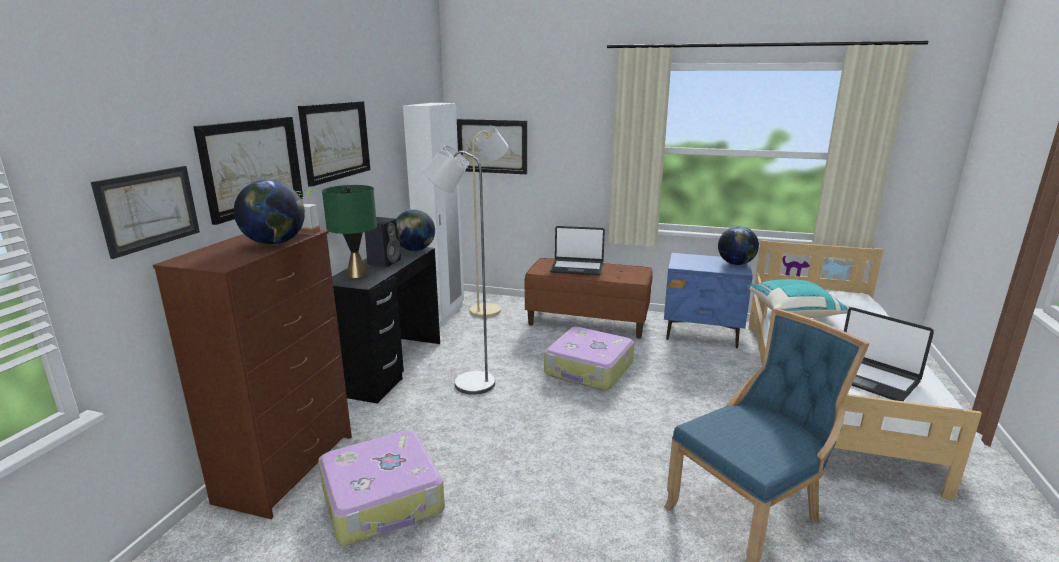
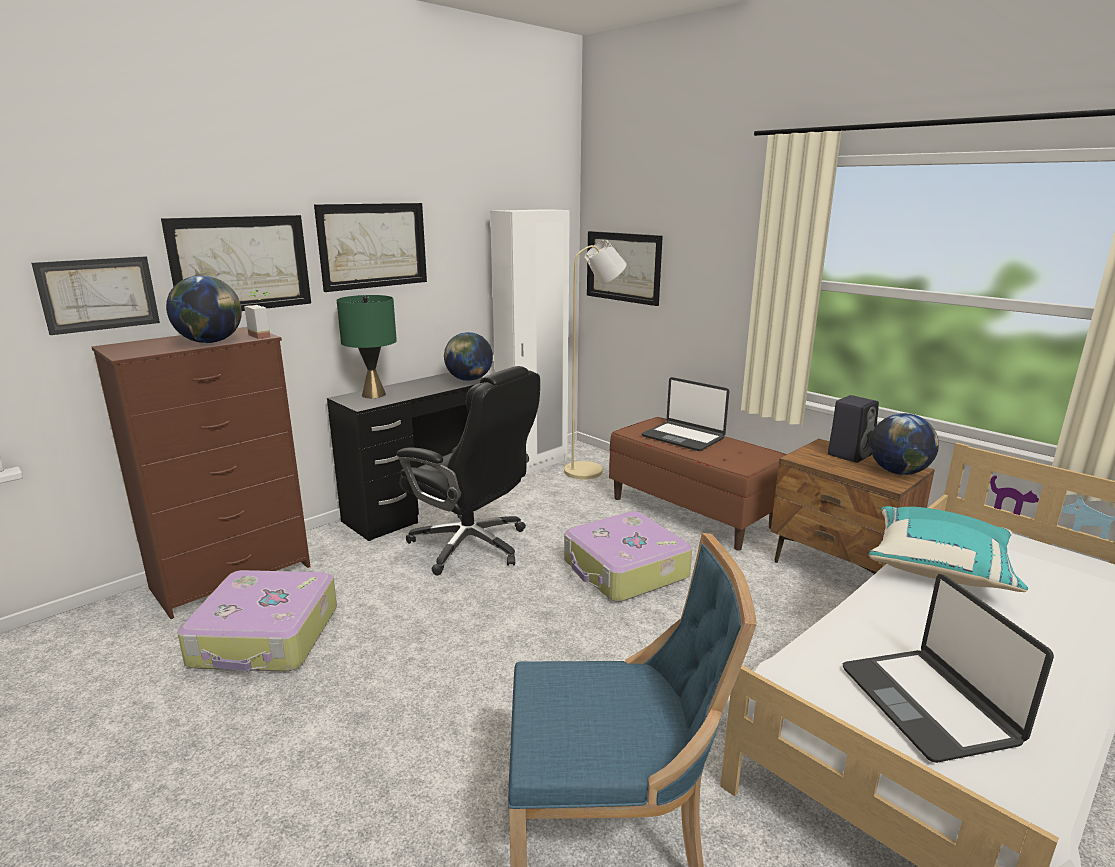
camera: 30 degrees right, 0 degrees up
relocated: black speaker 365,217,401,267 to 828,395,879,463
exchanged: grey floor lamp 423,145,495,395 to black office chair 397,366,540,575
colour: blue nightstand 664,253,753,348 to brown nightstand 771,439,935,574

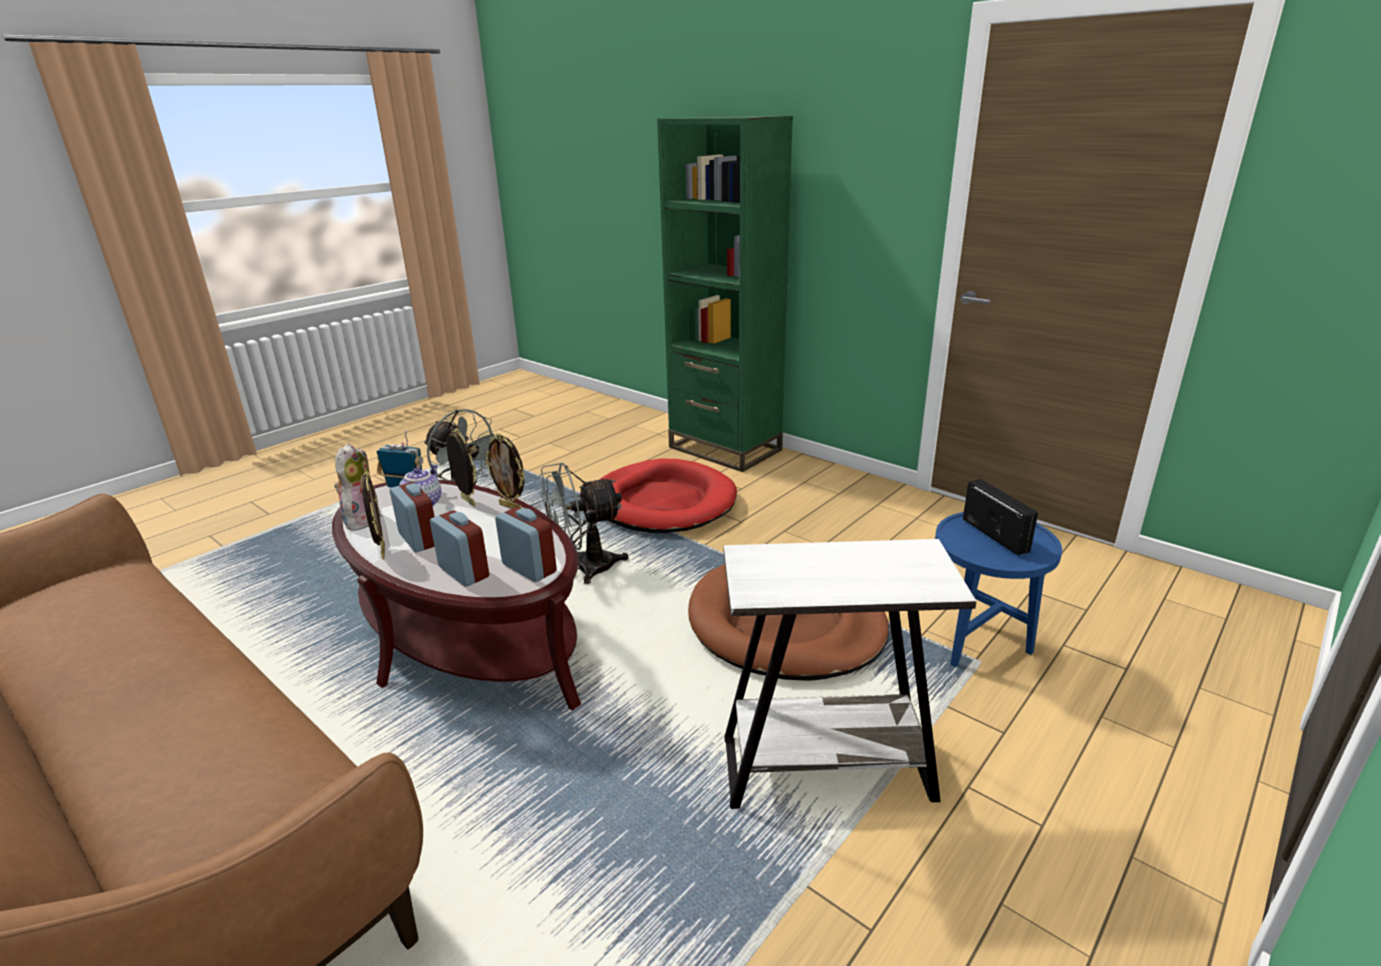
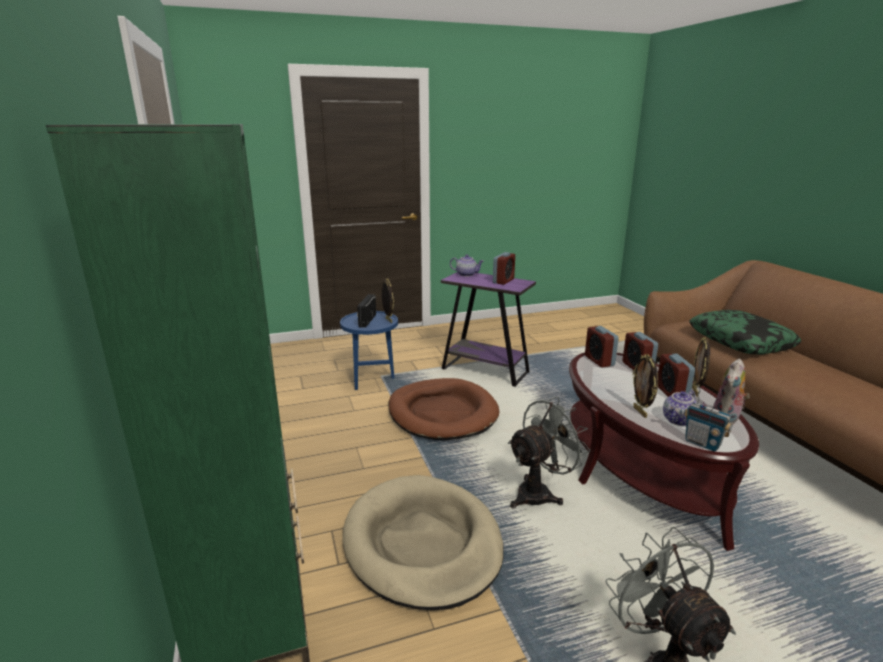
camera: 150 degrees left, 5 degrees down
appeared: alarm clock 493,252,515,285; teapot 450,254,484,277; pillow 689,310,801,355
relocated: picture frame 485,433,525,509 to 382,278,394,323
colour: red dog bed 599,459,737,533 to beige dog bed 342,475,504,610; white side table 724,539,977,809 to purple side table 441,272,536,387
spun: grey fan 539,463,628,584 = 508,397,590,509 45 degrees counterclockwise

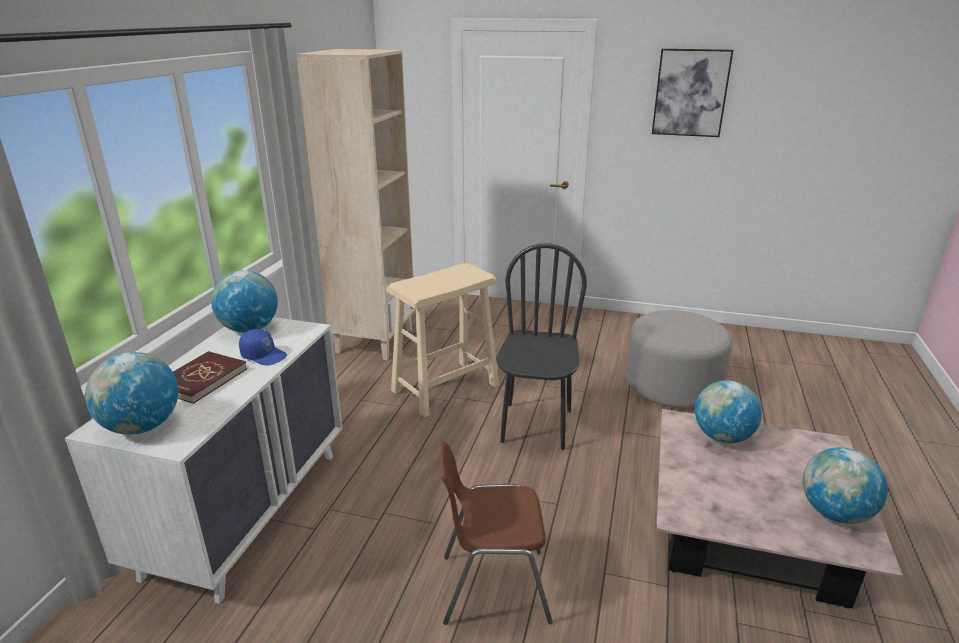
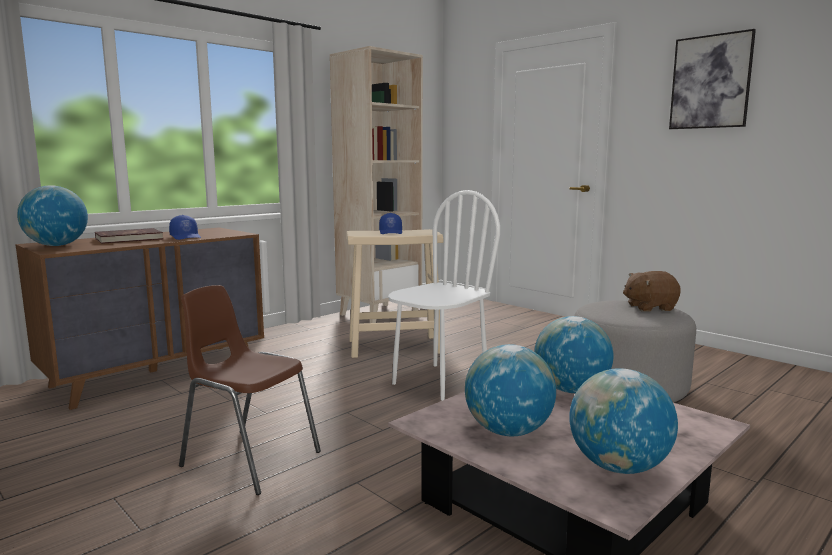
camera: 30 degrees right, 15 degrees down
appeared: blue cap 379,213,402,234; brown plush toy 623,271,681,312
relocated: globe 211,270,278,333 to 465,344,556,436
colour: black chair 497,243,587,450 to white chair 388,190,500,401; white dresser 65,317,343,604 to brown dresser 15,227,264,410

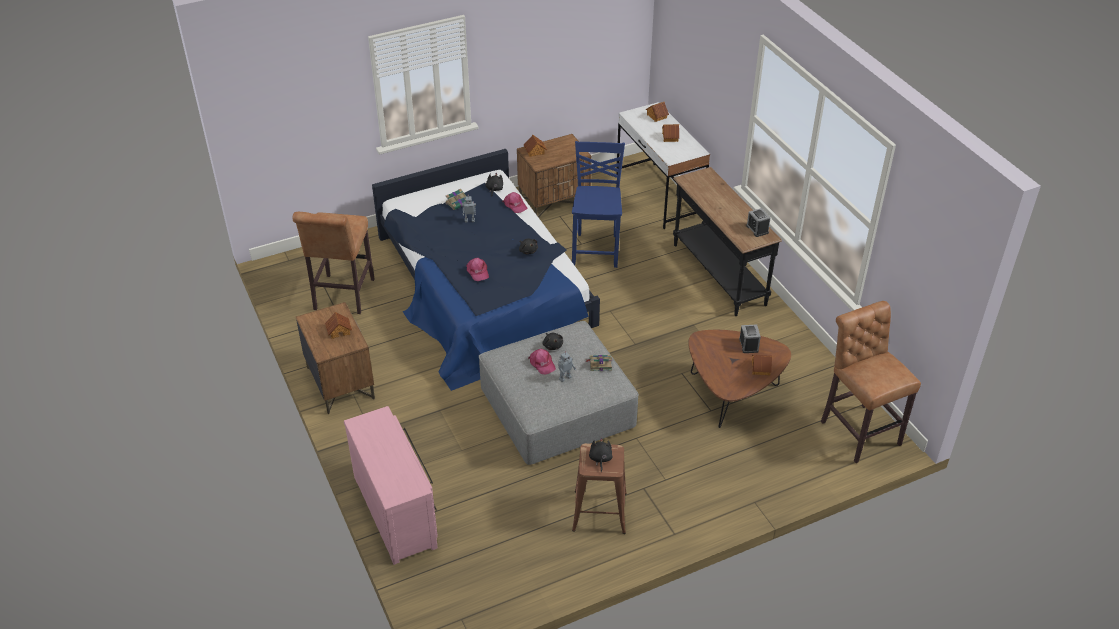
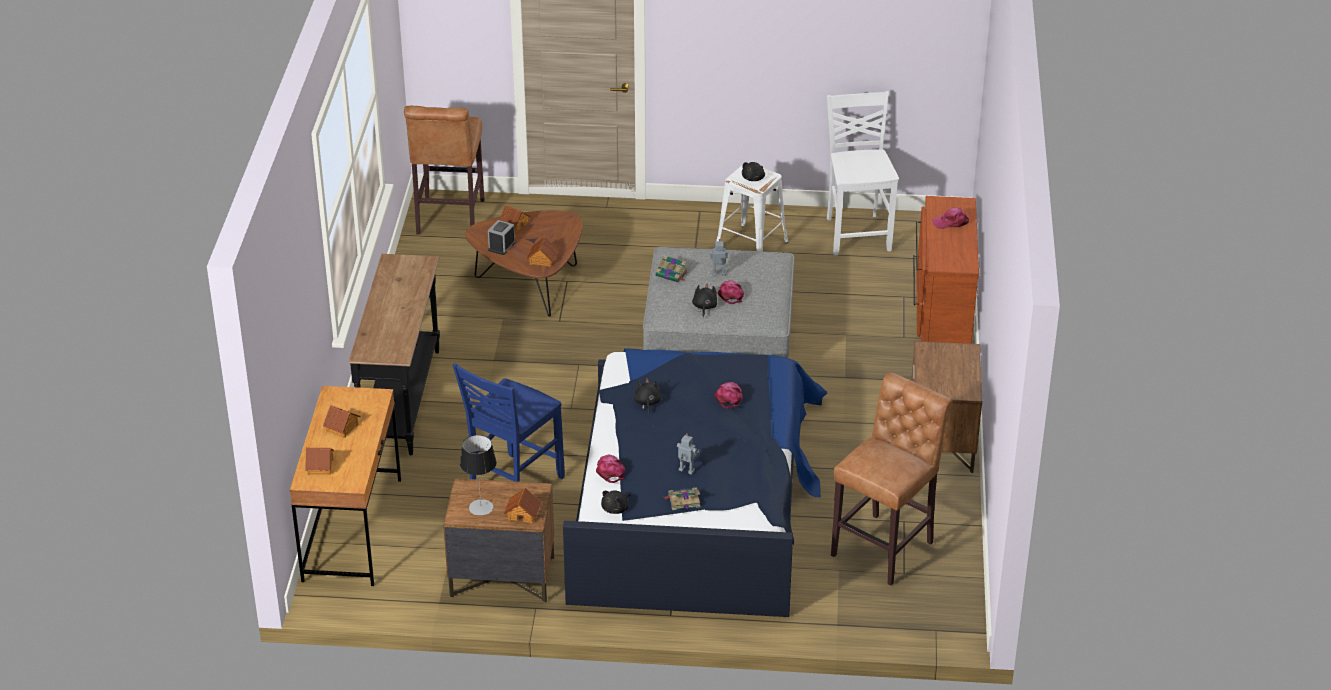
camera: 150 degrees left, 5 degrees down
missing: alarm clock 746,208,771,237
appeared: white chair 827,91,899,256; pink cap 932,207,969,229; table lamp 460,435,497,516
relocated: toy house 325,312,352,339 to 527,237,558,267
colour: white desk 616,102,710,229 to brown desk 290,386,401,586; pink dresser 344,406,438,565 to brown dresser 913,196,979,344; brown stool 572,443,627,534 to white stool 716,165,788,251

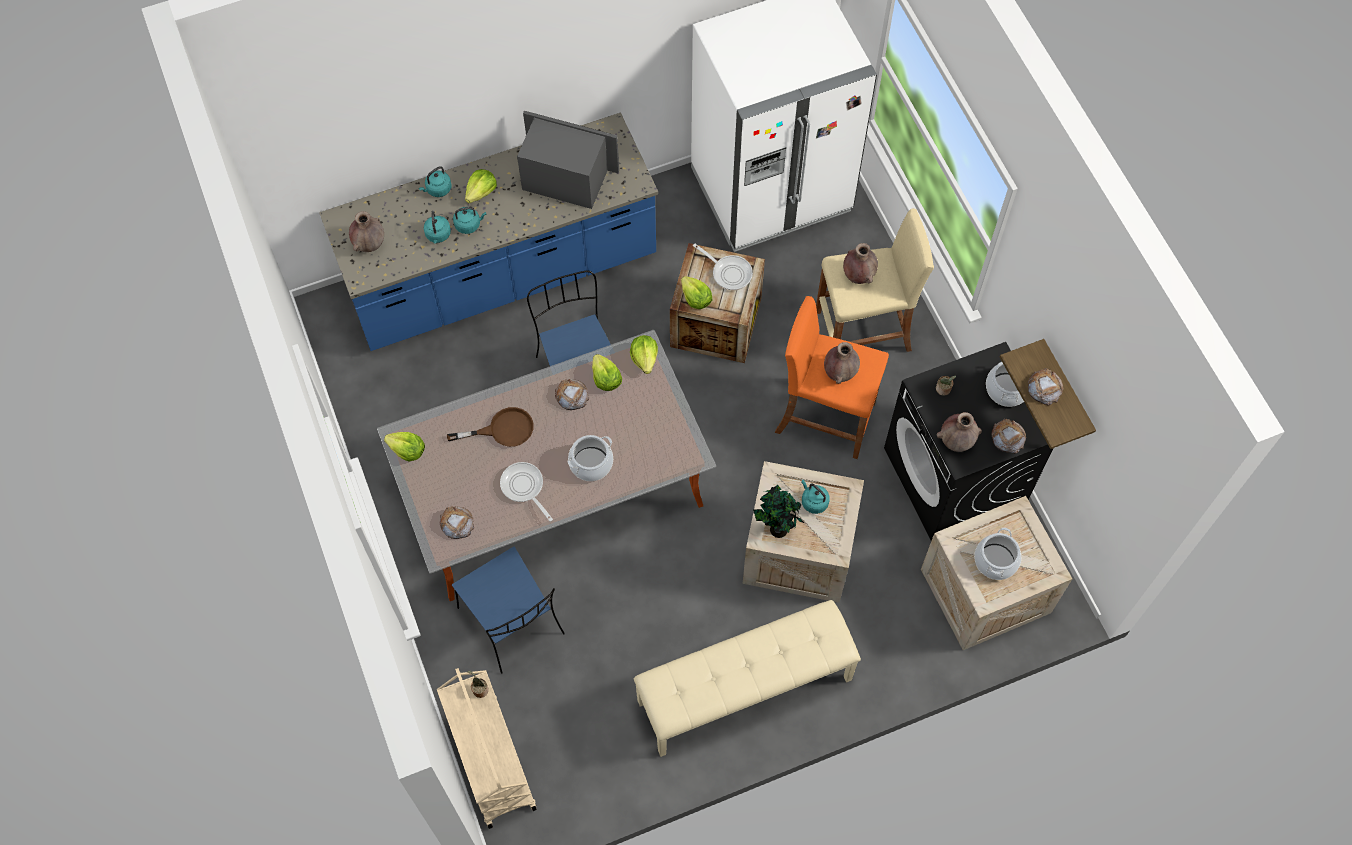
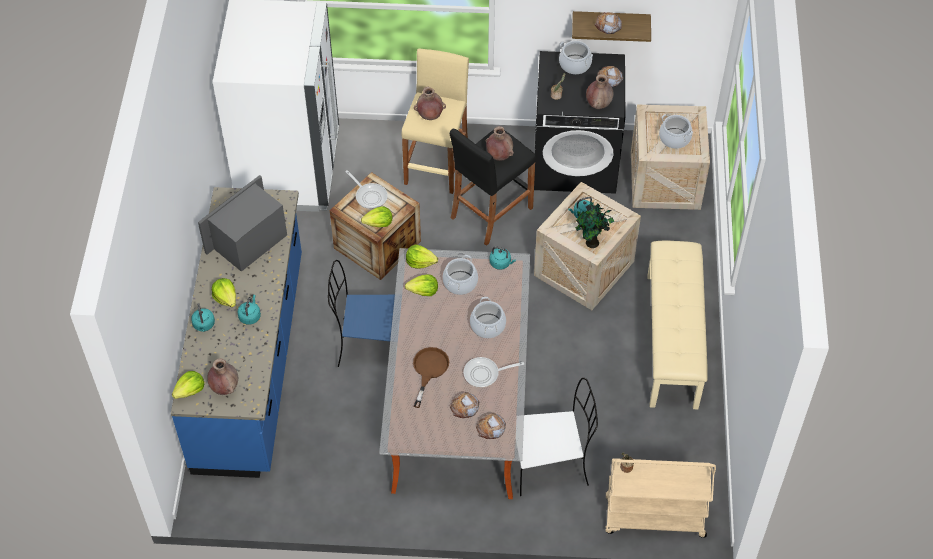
camera: 65 degrees left, 10 degrees down
appeared: cooking pot 442,255,478,295
relocated: turquoise kettle 424,211,451,244 to 489,246,516,270; bread 555,379,589,410 to 450,392,479,418; lettuce 384,432,425,461 to 172,371,204,399
colour: orange stool 775,296,889,459 to black stool 450,129,536,246; blue chair 452,546,565,674 to white chair 520,378,598,496
spun: frying pan 693,243,753,290 = 345,170,388,209 75 degrees clockwise

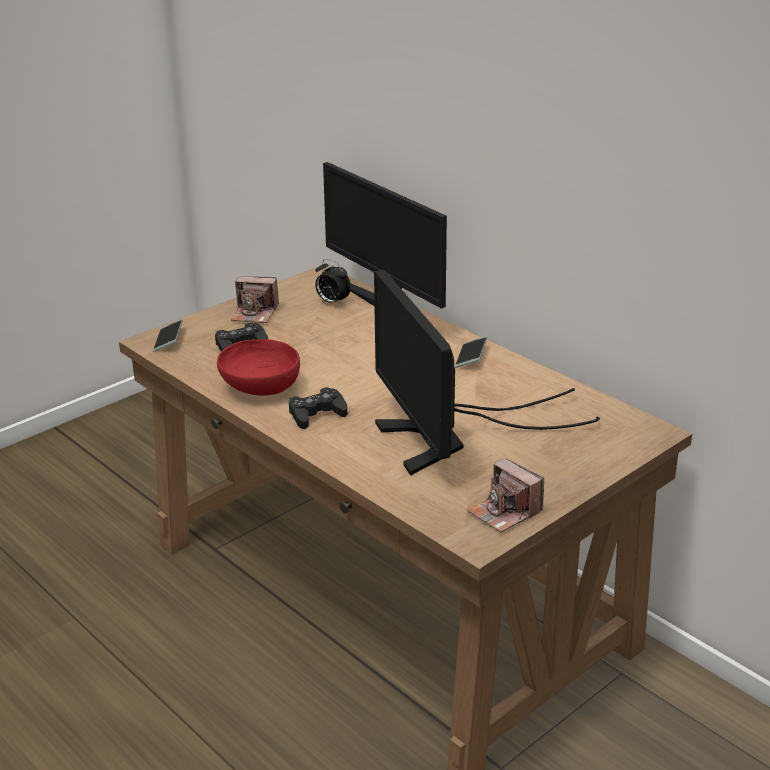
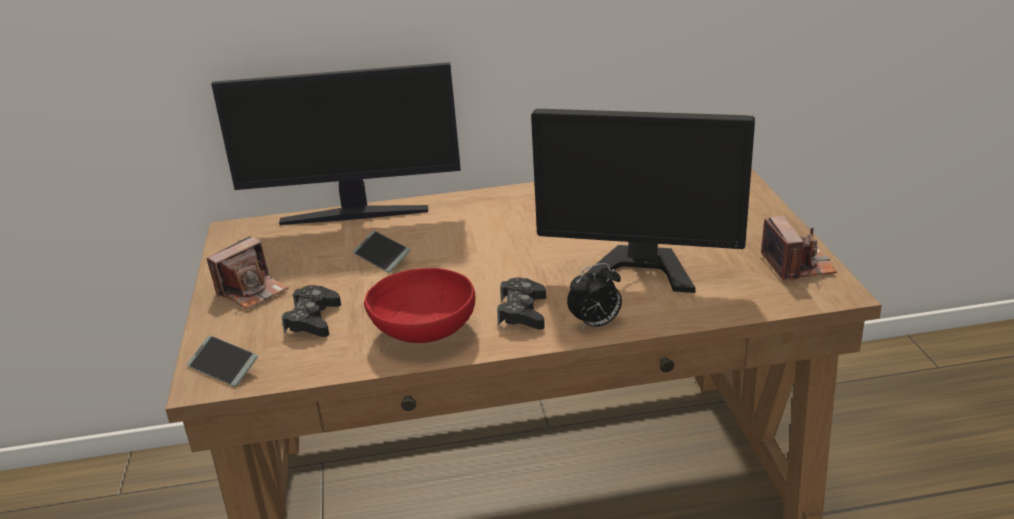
camera: 55 degrees left, 0 degrees up
relocated: alarm clock 315,259,351,305 to 567,263,622,331; phone 455,336,487,368 to 353,231,410,273
spun: photo camera 467,458,544,533 = 761,216,837,281 90 degrees counterclockwise

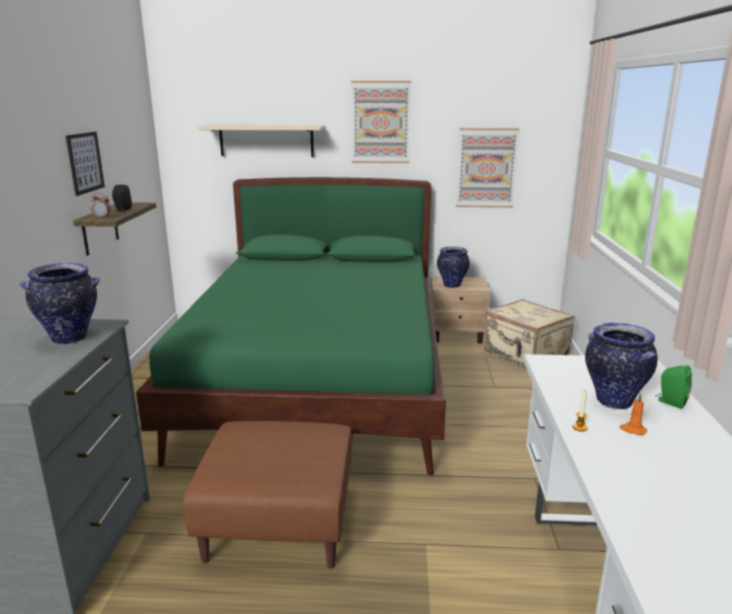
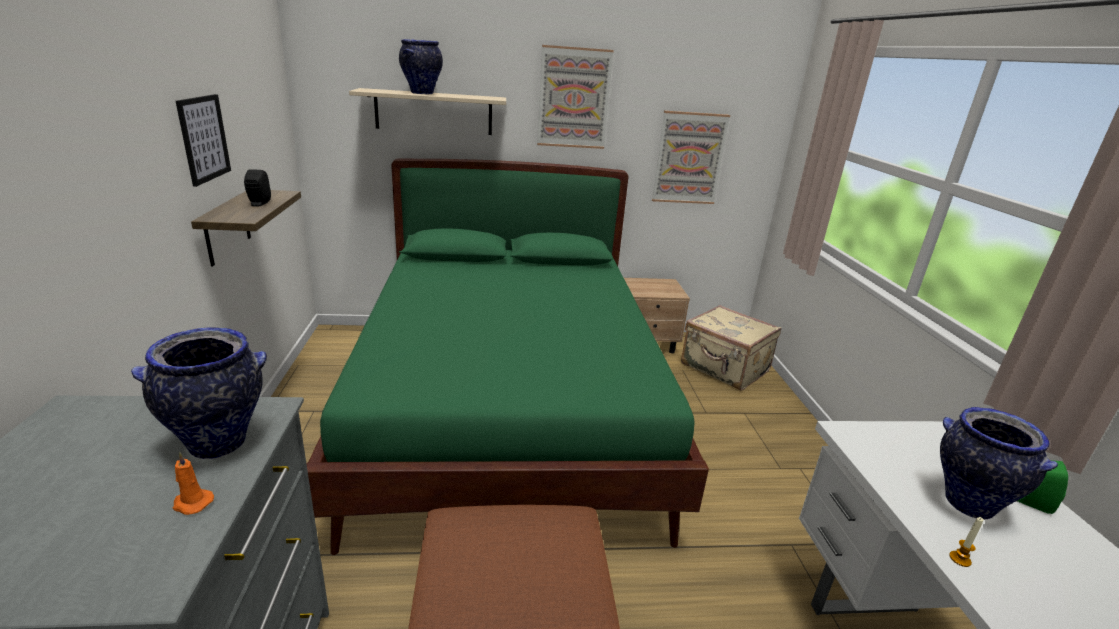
camera: 10 degrees left, 5 degrees up
missing: alarm clock 91,193,111,218
relocated: vase 437,247,470,288 to 399,39,443,94; orange candle 619,394,647,435 to 173,452,214,515

